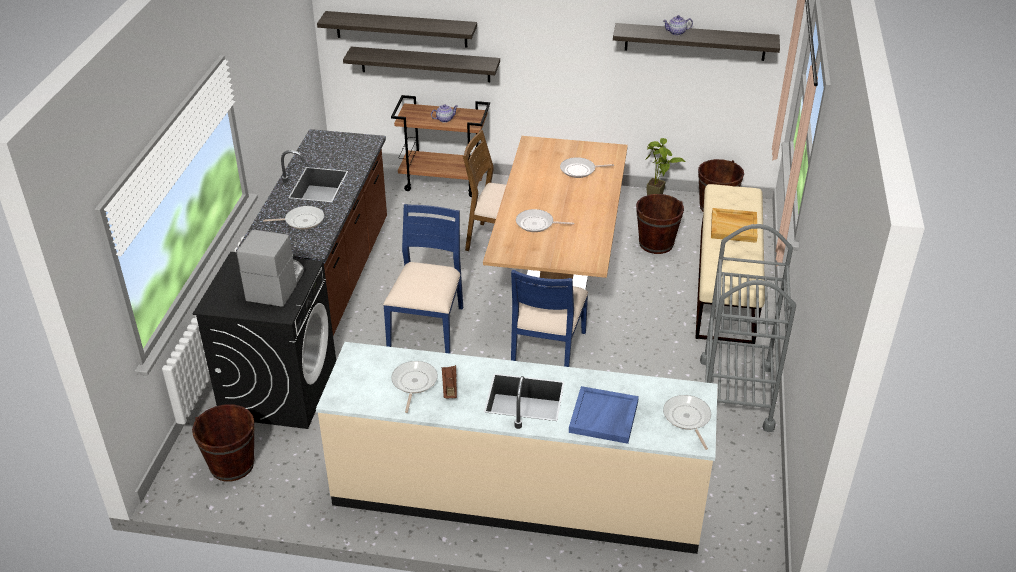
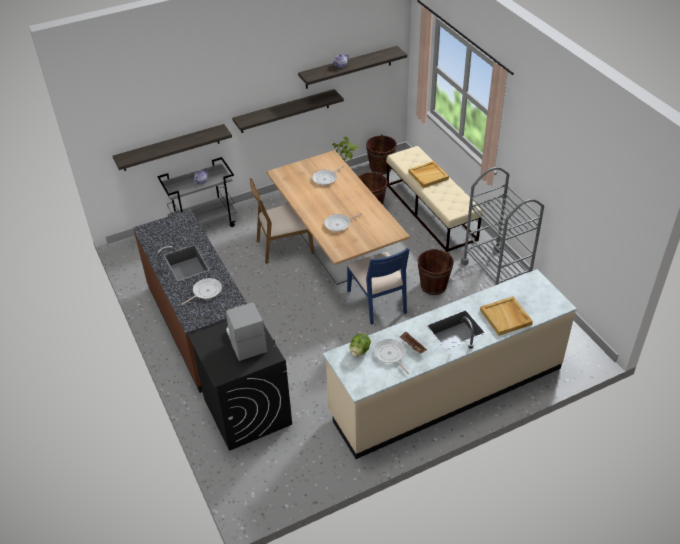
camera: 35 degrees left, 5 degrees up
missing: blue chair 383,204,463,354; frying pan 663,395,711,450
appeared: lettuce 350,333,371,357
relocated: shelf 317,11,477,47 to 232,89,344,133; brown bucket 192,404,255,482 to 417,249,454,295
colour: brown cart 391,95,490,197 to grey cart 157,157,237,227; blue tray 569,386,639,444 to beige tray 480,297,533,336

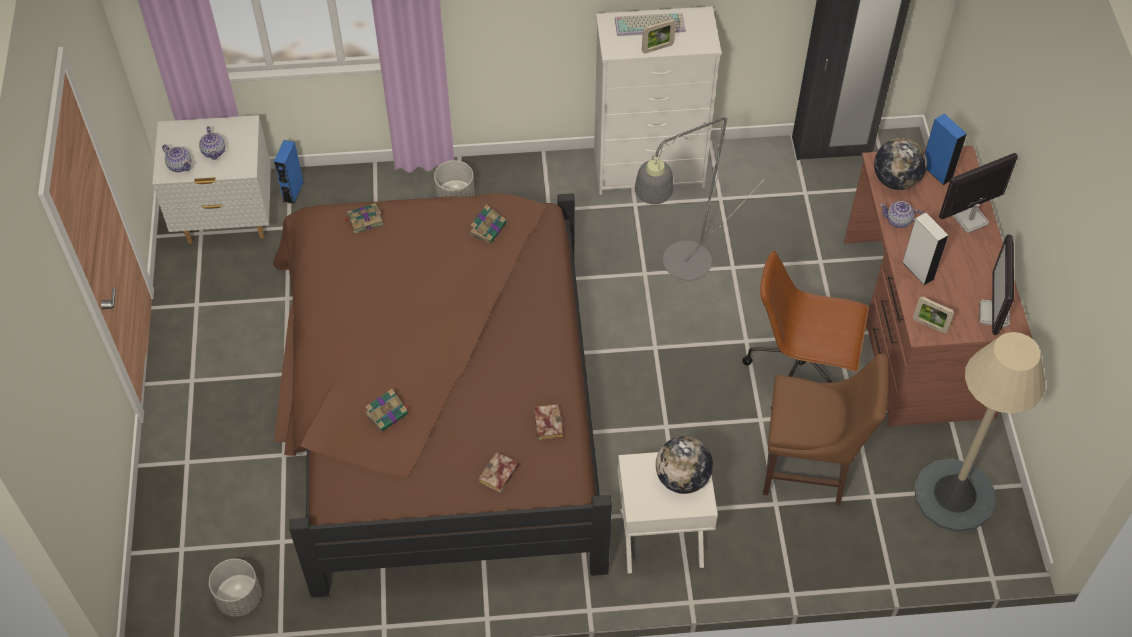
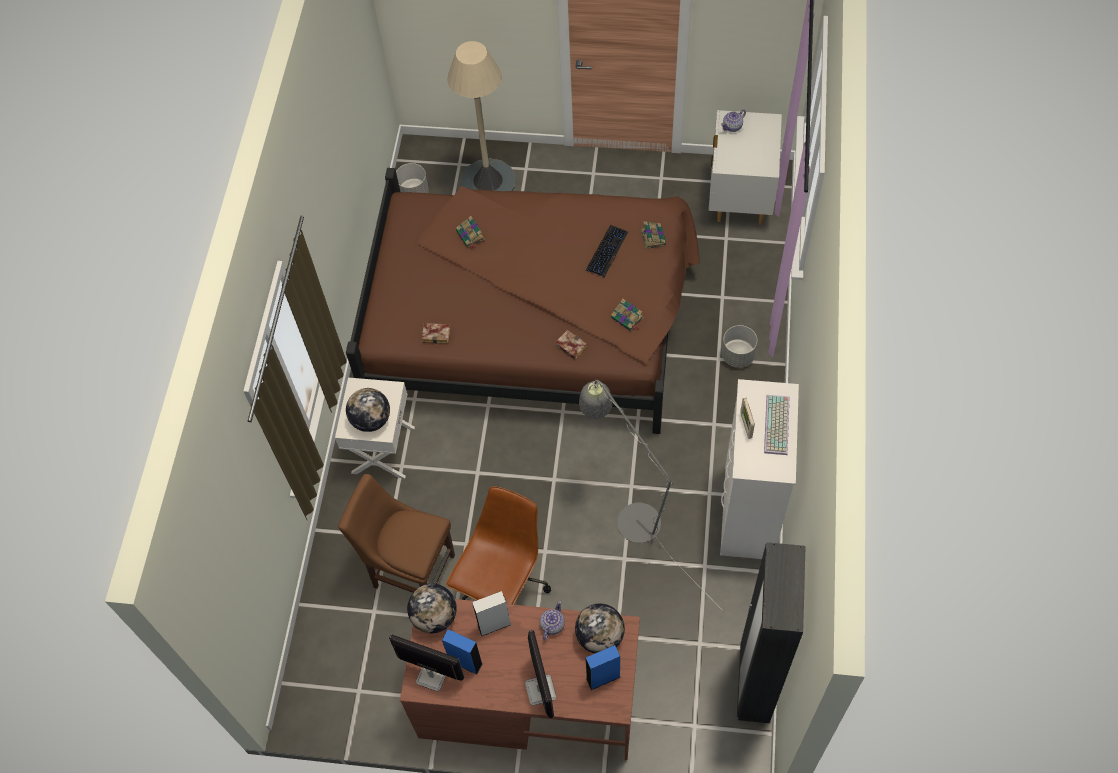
camera: 105 degrees right, 5 degrees up
missing: teapot 199,126,225,160
appeared: keyboard 585,225,628,277
relocated: blue speaker 274,140,304,204 to 442,629,483,675; beige floor lamp 914,332,1045,532 to 448,41,516,191; book 479,452,519,493 to 555,330,587,360
exchanged: picture frame 913,297,955,333 to globe 407,584,457,633
spun: brown chair 763,354,889,505 = 338,474,455,593 90 degrees clockwise

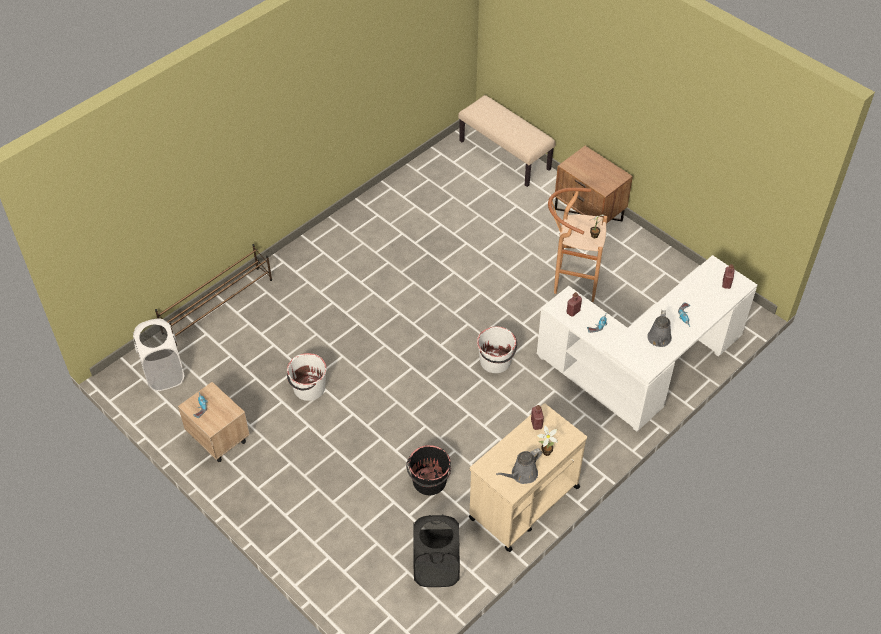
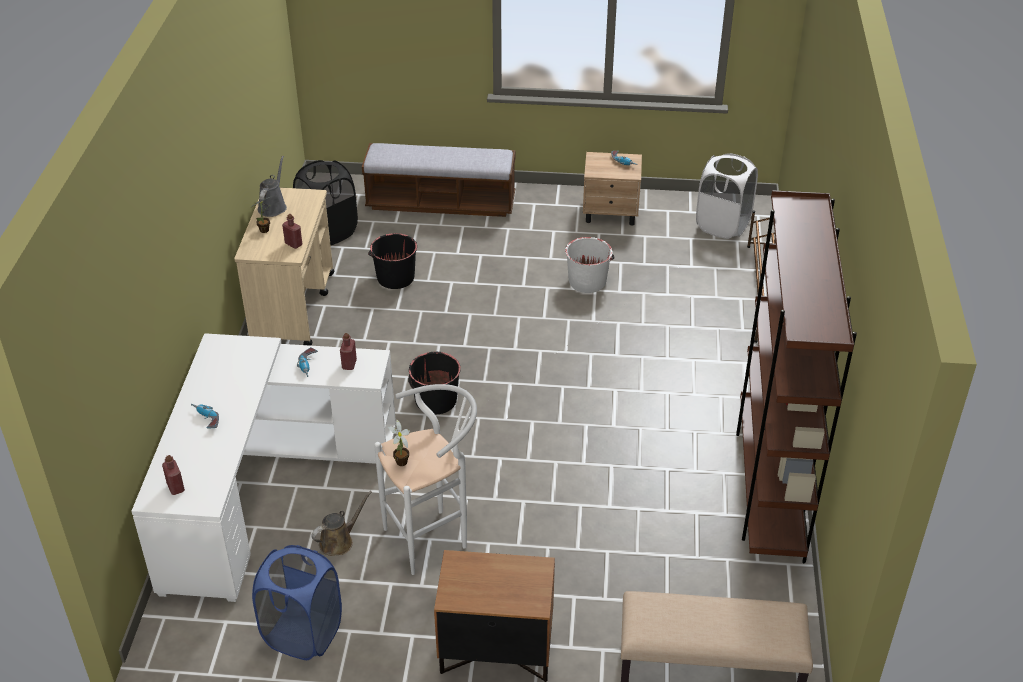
camera: 140 degrees right, 10 degrees down
missing: grey watering can 647,310,672,347
appeared: bench 362,143,515,217; brown bookcase 736,190,857,563; brown watering can 311,491,372,556; blue laundry basket 252,545,342,660
colour: brown stool 548,188,608,302 to white stool 374,384,477,575; white bucket 477,326,517,373 to black bucket 408,352,461,414

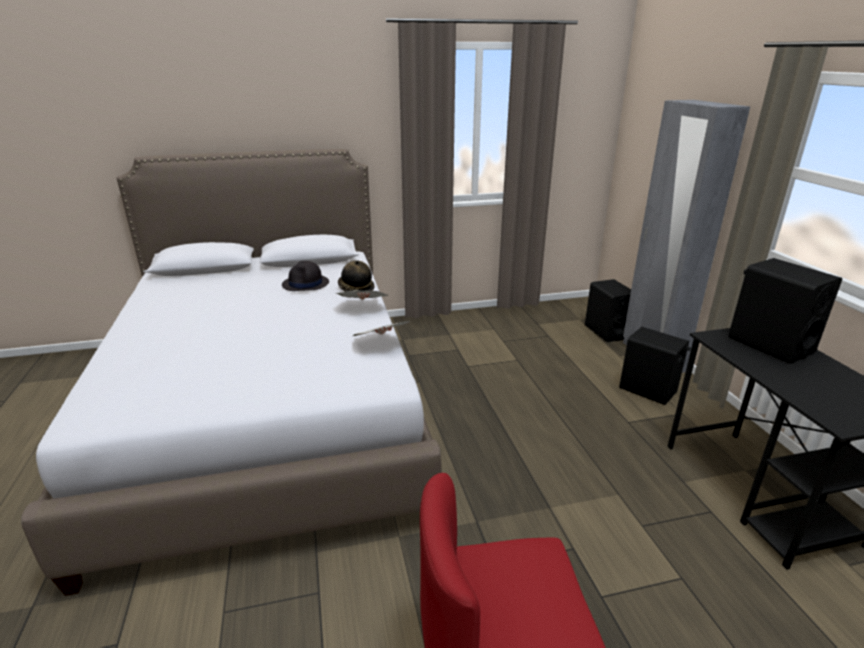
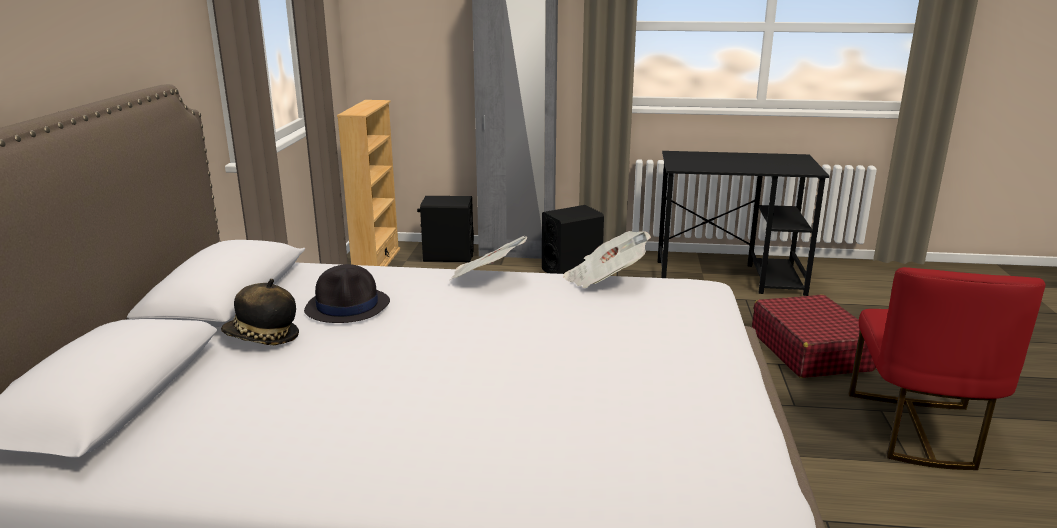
camera: 70 degrees left, 5 degrees down
missing: black speaker 728,258,842,364
appeared: beige bookcase 337,100,400,266; red suitcase 752,295,876,378
relocated: hat 338,260,375,292 to 221,279,299,345

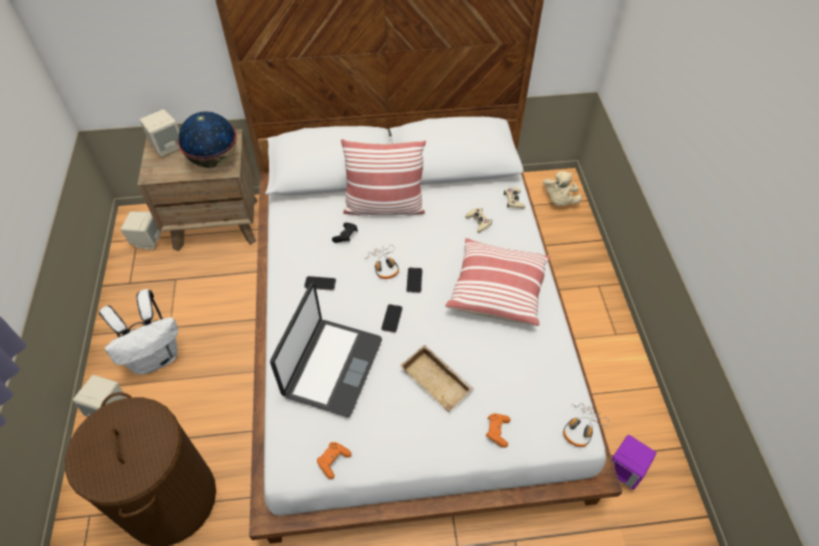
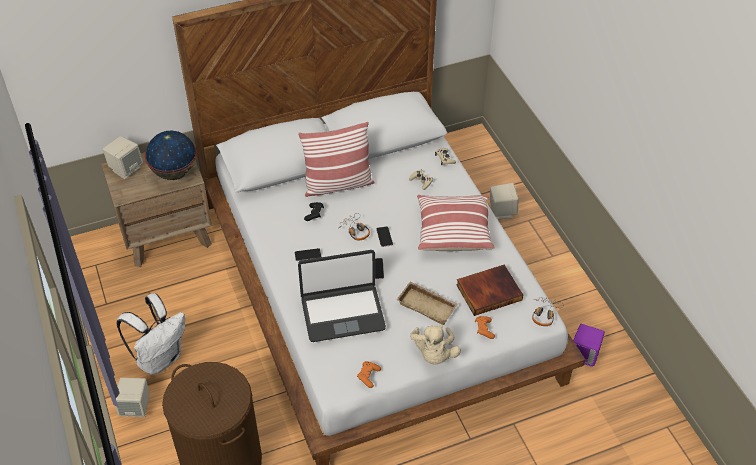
camera: 15 degrees left, 5 degrees down
appeared: book 456,265,523,316
relocated: beige plush toy 543,171,582,206 to 410,324,461,364; beige speaker 121,212,161,250 to 490,183,518,219
spun: laptop 270,283,382,417 = 298,250,386,342 75 degrees clockwise

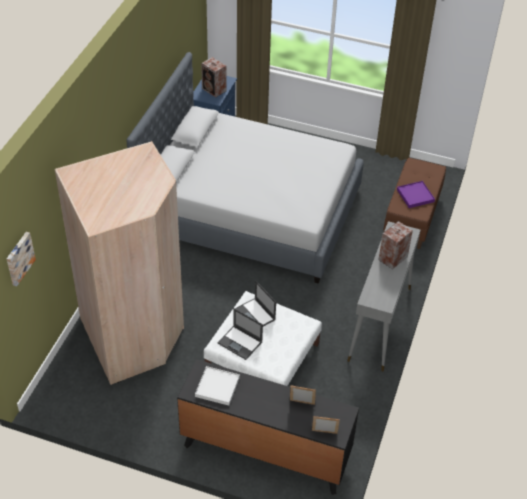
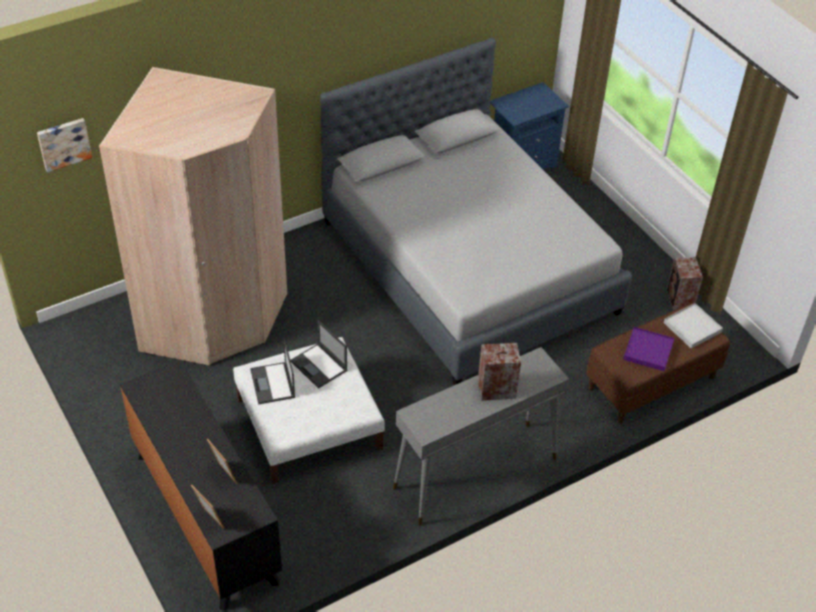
camera: 40 degrees right, 0 degrees up
relocated: speaker 201,57,226,97 to 666,257,703,310; white tray 195,366,240,406 to 664,303,723,349
spun: laptop 235,280,276,327 = 290,320,348,389 45 degrees counterclockwise

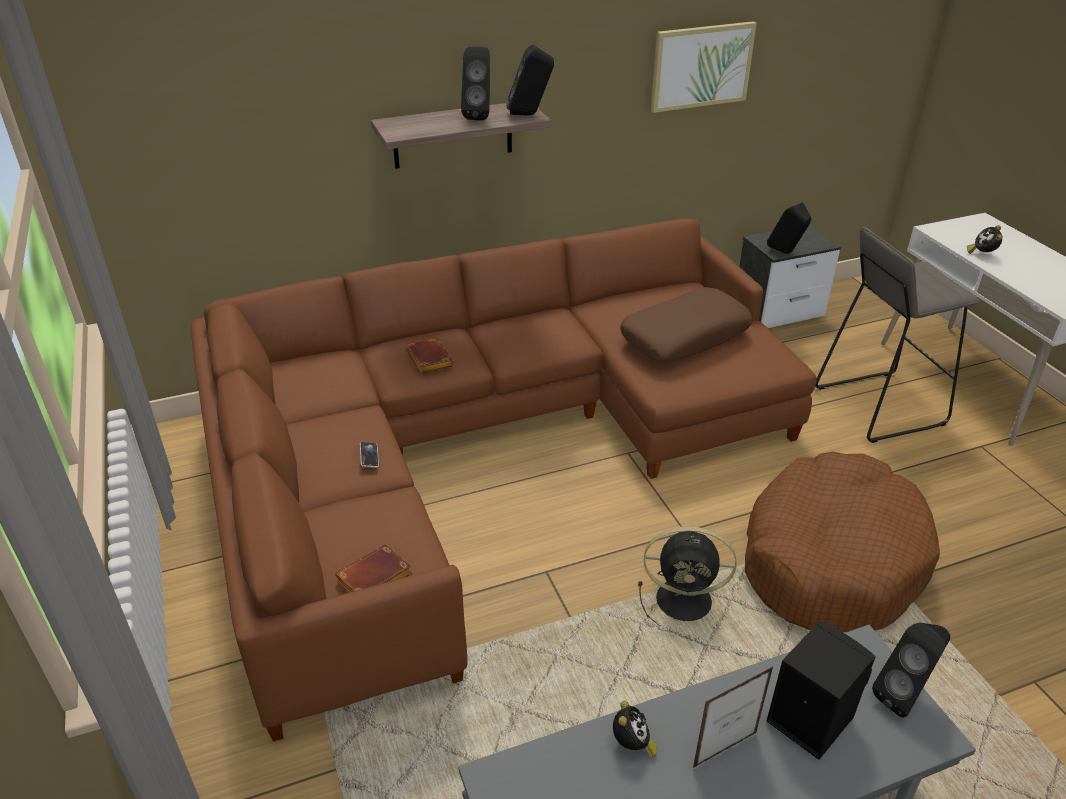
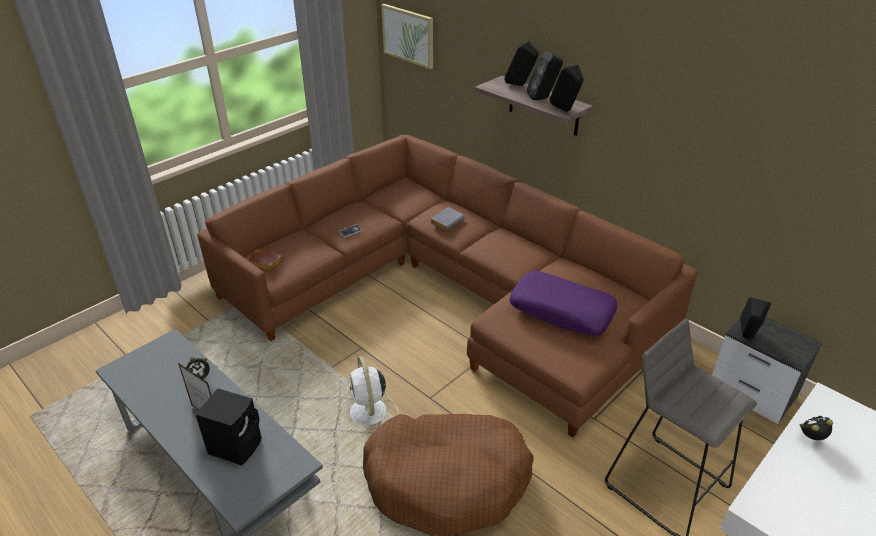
camera: 65 degrees right, 0 degrees up
relocated: picture 651,21,757,113 to 382,4,433,69; black speaker 872,622,950,717 to 504,41,539,86
colour: brown pillow 620,287,752,362 to purple pillow 509,271,617,336; brown book 406,338,454,373 to grey book 430,207,465,231; black fan 638,526,737,626 to white fan 341,356,399,425

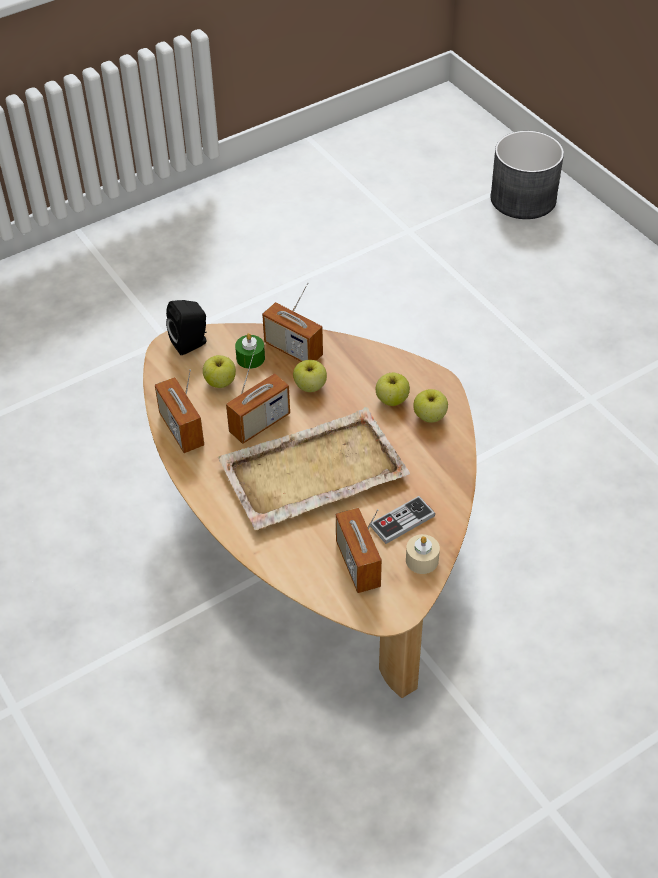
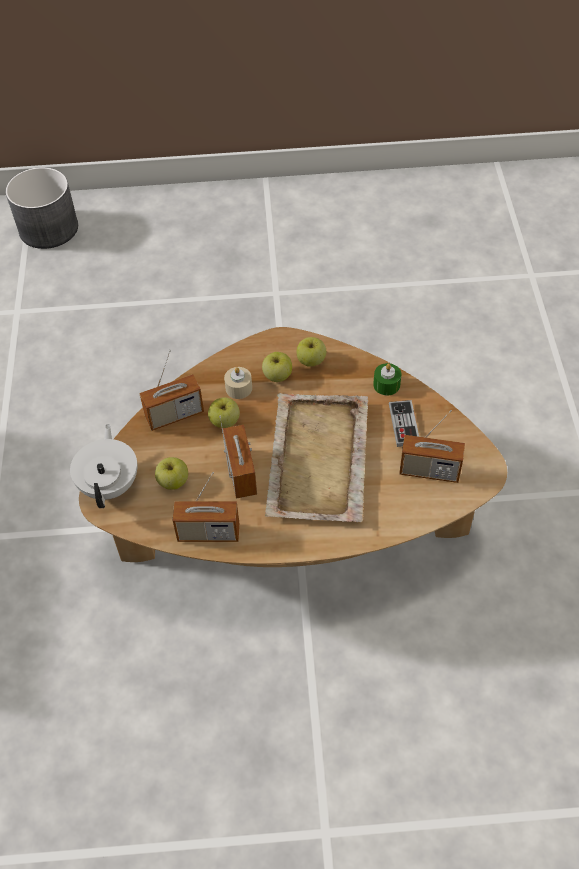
camera: 60 degrees left, 5 degrees up
relocated: green candle 235,333,265,369 to 373,363,402,396; beige candle 406,534,440,574 to 224,367,252,399
exchanged: black speaker 166,300,207,355 to white teapot 70,424,137,508

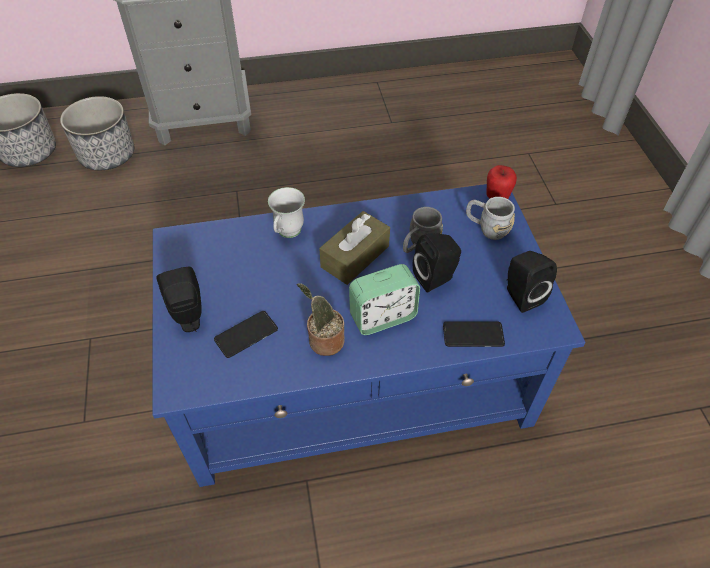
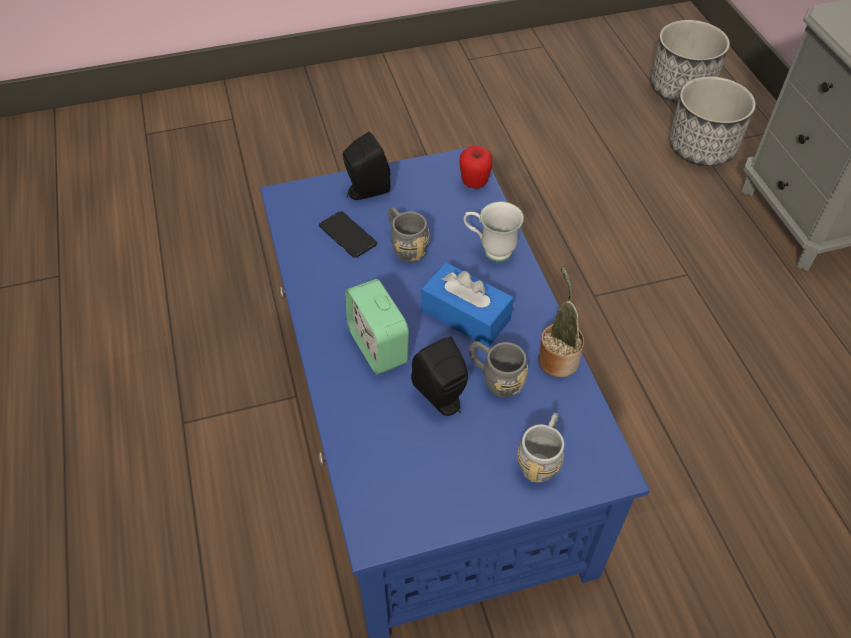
camera: 85 degrees right, 0 degrees up
missing: black speaker 507,251,557,313; phone 443,321,505,347
appeared: grey mug 388,207,429,262
relocated: apple 486,165,517,199 to 459,145,492,189; potted plant 297,283,345,356 to 538,267,584,377
colour: brown tissue box 319,211,390,285 to blue tissue box 421,262,514,347

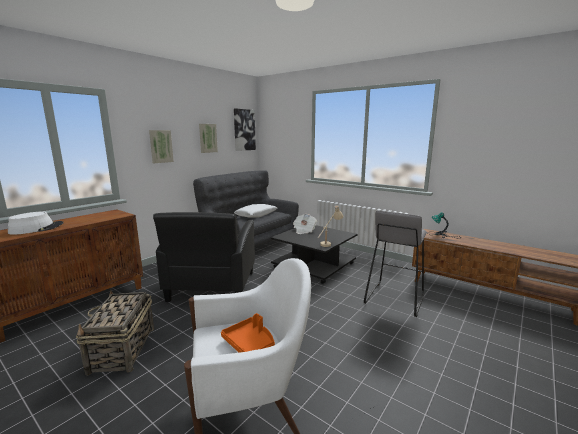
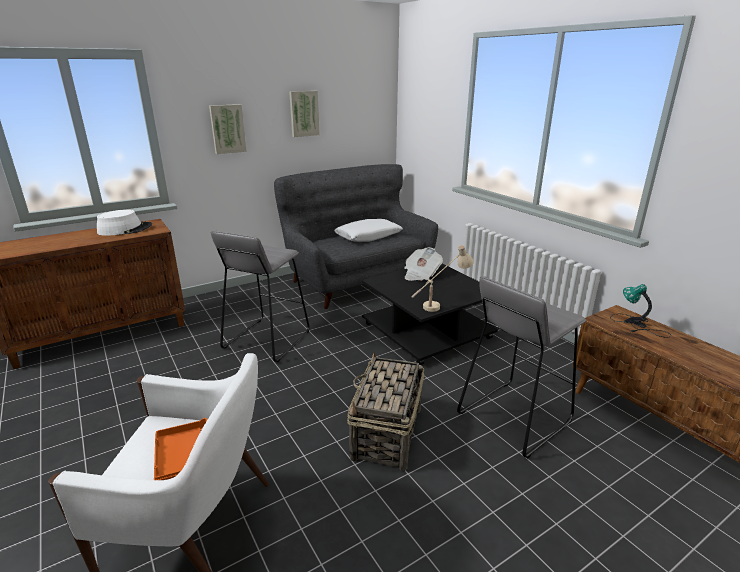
camera: 20 degrees right, 10 degrees up
missing: picture 234,108,256,151
relocated: white hat 8,211,64,235 to 97,210,152,236; basket 76,290,154,375 to 347,352,424,471
exchanged: black armchair 153,212,255,302 to grey stool 211,231,309,362

